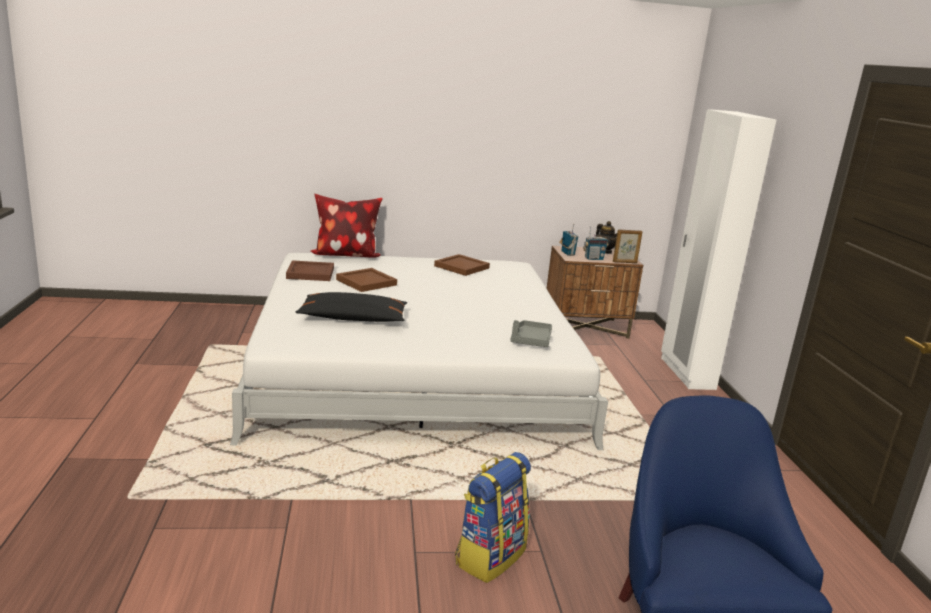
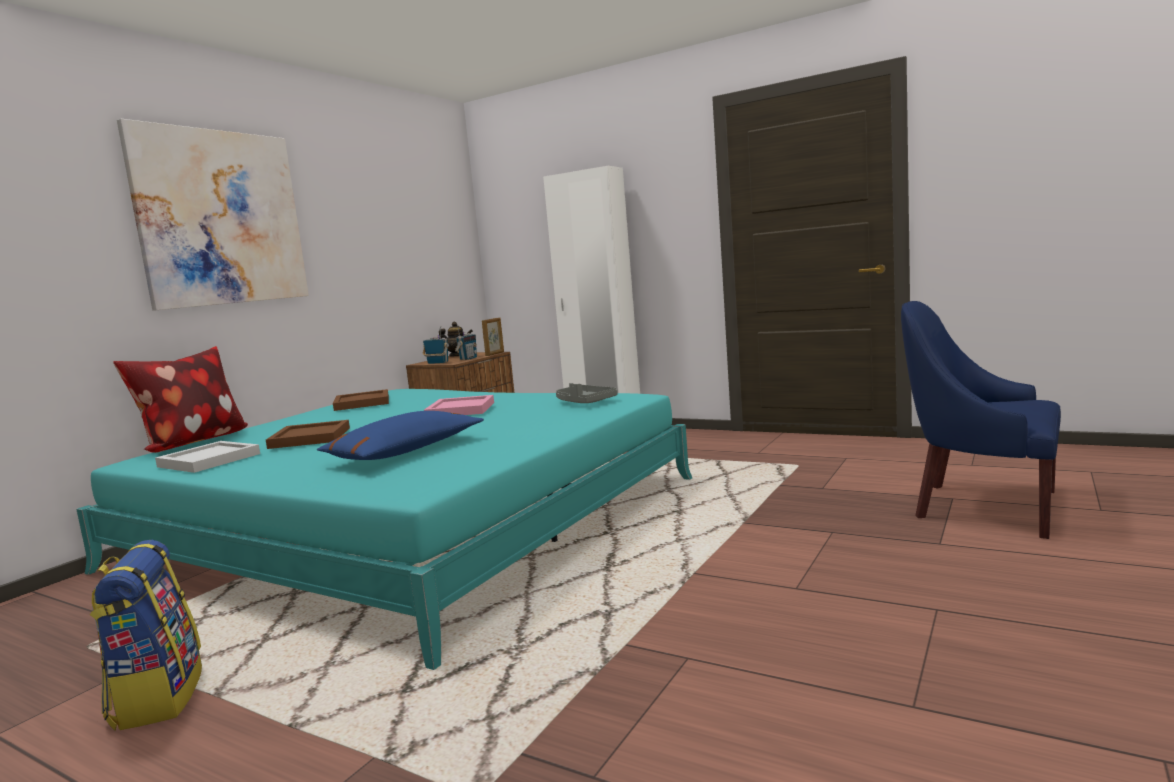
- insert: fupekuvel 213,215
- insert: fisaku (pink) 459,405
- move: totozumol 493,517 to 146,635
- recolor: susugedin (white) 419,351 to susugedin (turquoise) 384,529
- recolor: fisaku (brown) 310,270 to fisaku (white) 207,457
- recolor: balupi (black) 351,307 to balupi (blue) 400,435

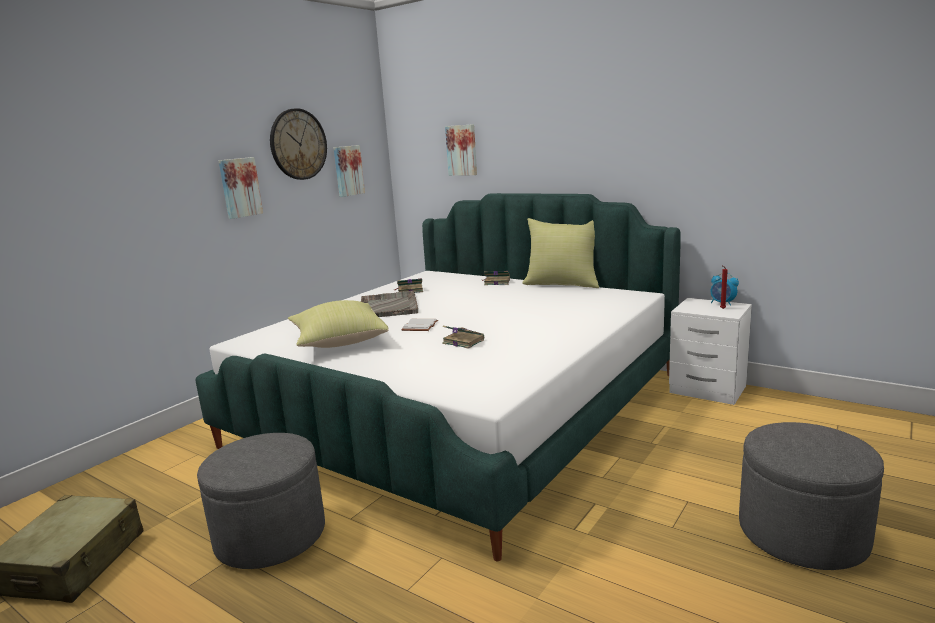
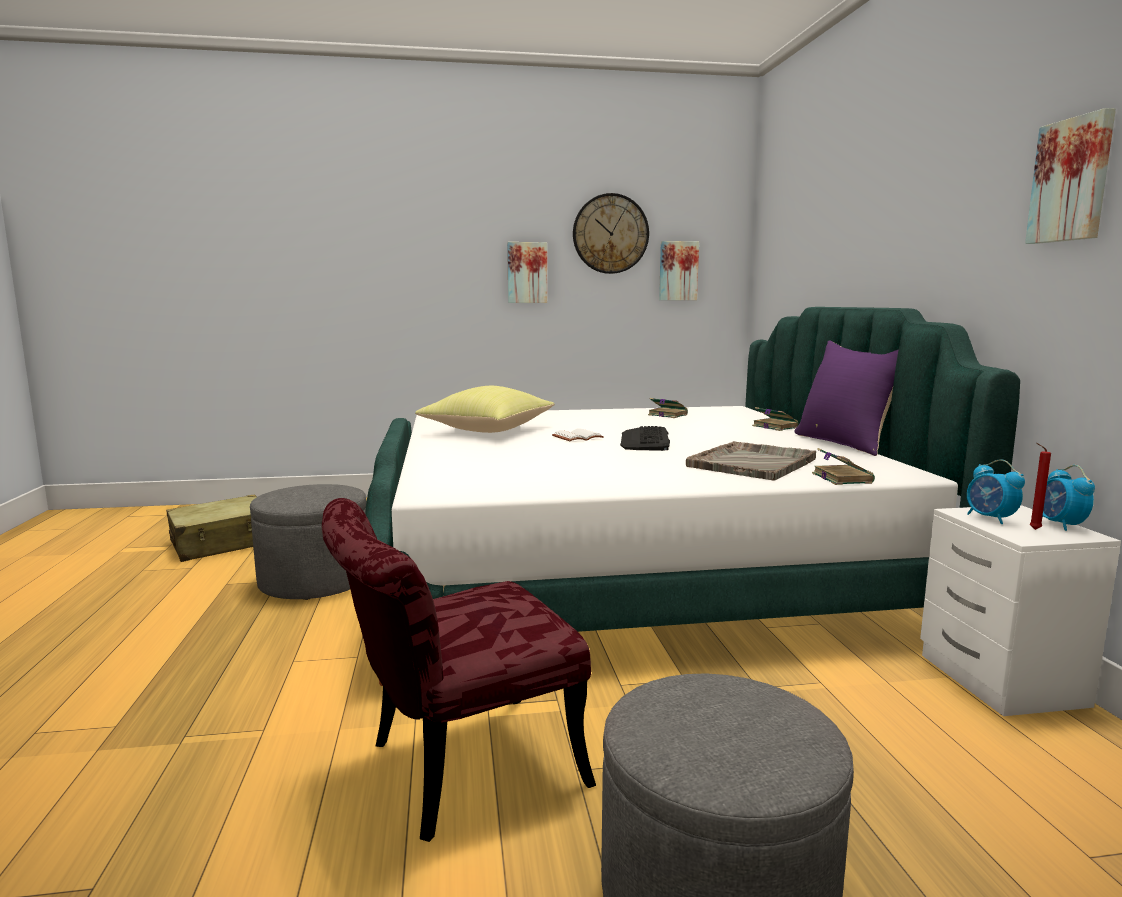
- insert: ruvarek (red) 459,670
- insert: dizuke 645,438
- insert: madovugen 996,491
- move: fisaku (grey) 389,304 to 751,461
- move: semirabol 463,337 to 843,466
- move: fupekuvel 461,150 to 1070,176
- recolor: balupi (yellow) 560,253 to balupi (purple) 846,398

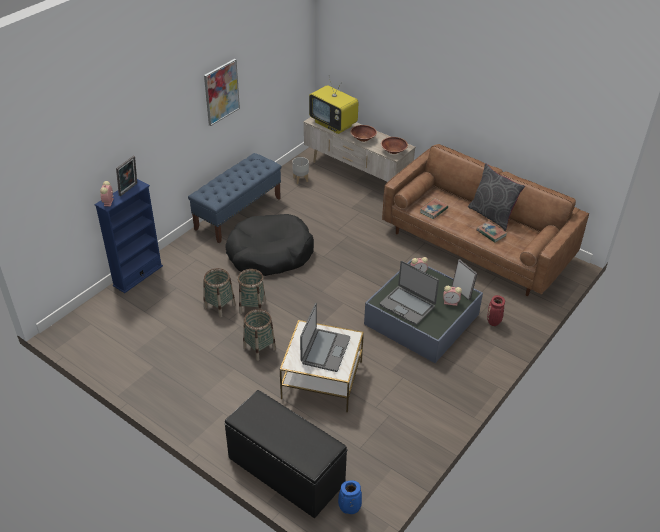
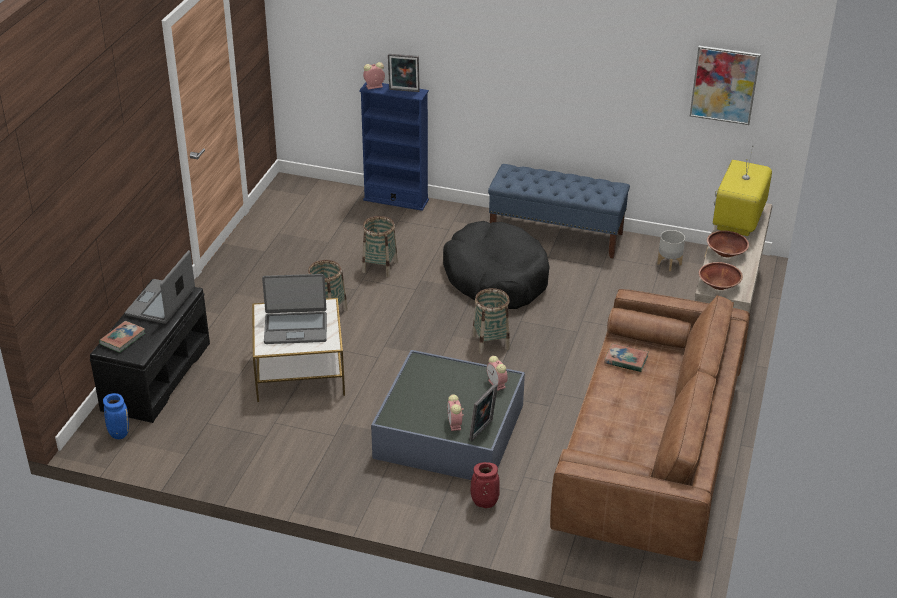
- delete: balupi (grey) 496,197
- move: fupekuvel 222,92 to 725,85
- move: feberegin 252,291 to 491,321
- move: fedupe 409,293 to 160,287
- move: semirabol 491,232 to 122,337

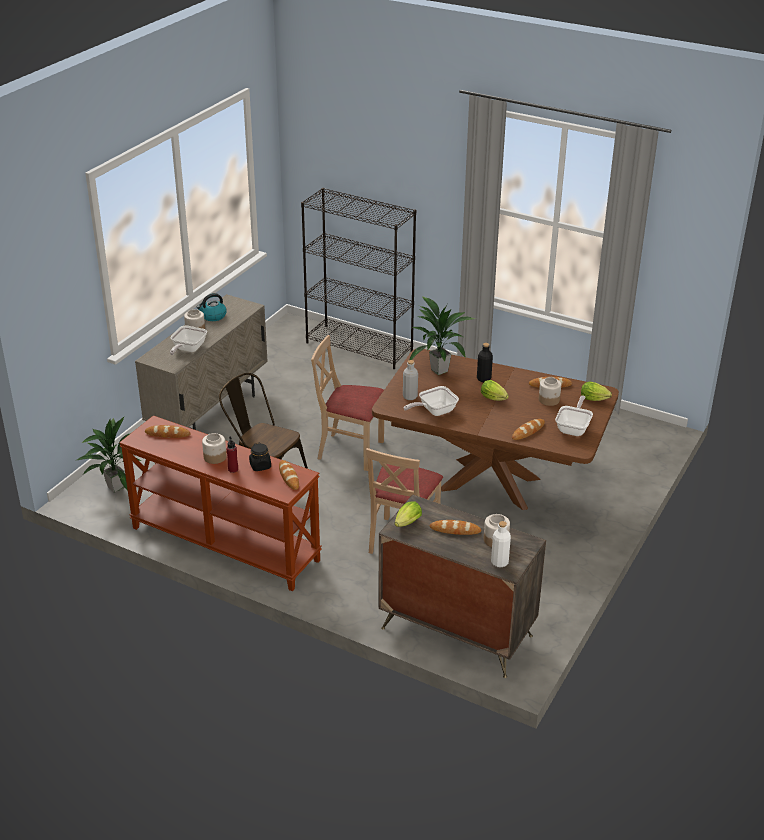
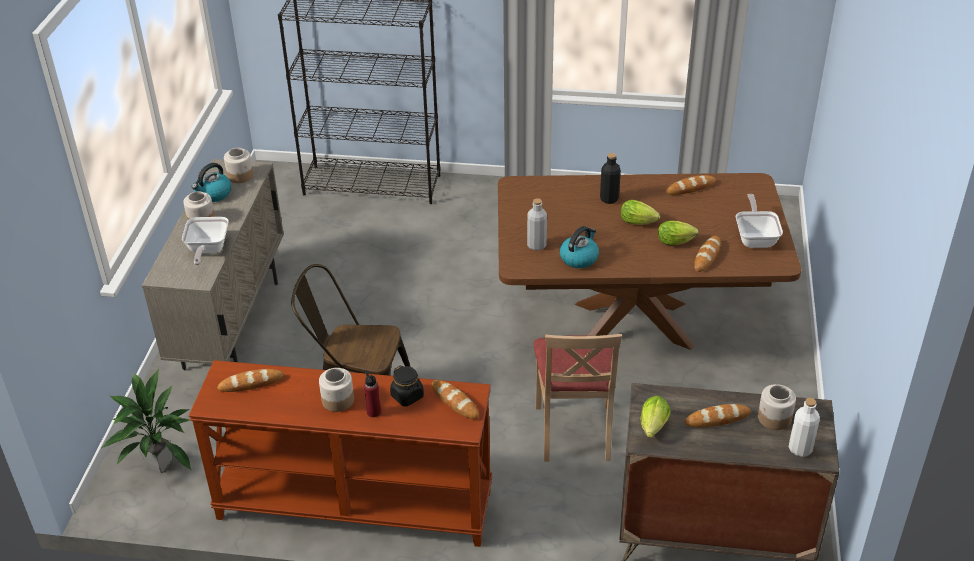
- delete: ruvarek (beige) 347,403
- delete: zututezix 442,335
- move: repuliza 550,391 to 238,165
- move: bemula 596,391 to 678,233
- replace: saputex 431,401 to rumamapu 579,247

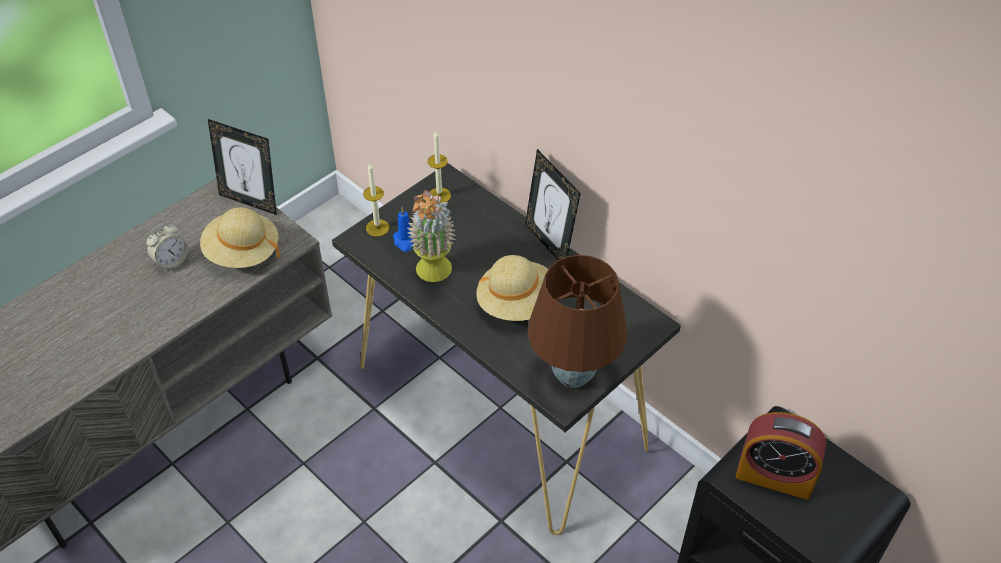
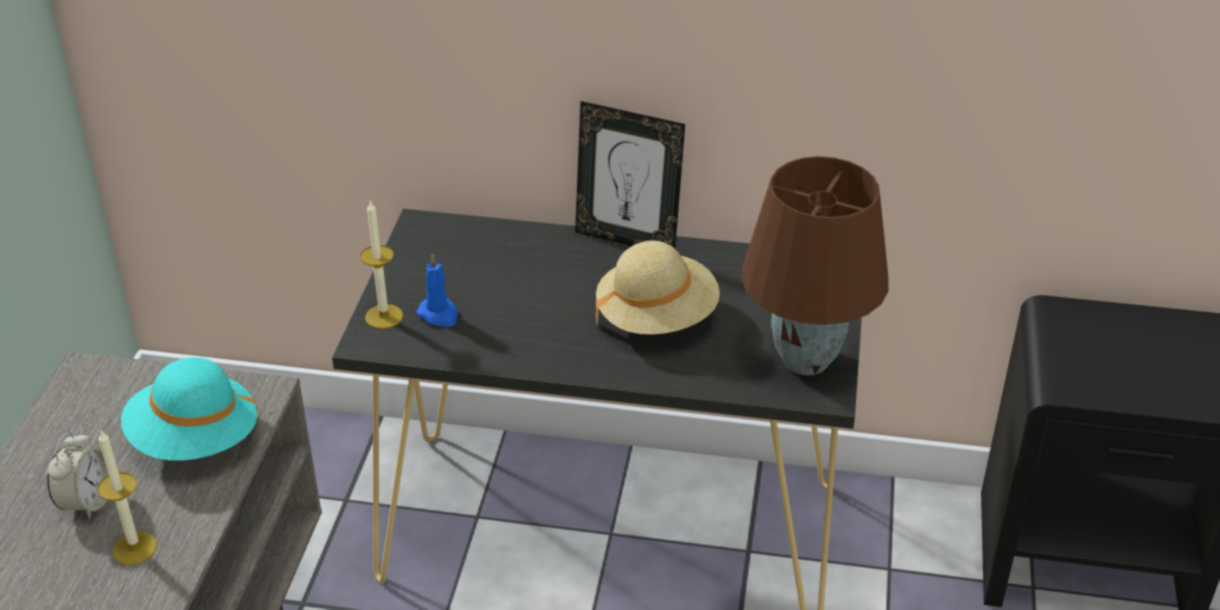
- delete: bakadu 242,167
- delete: zututezix 431,236
- delete: madovugen 781,456
- move: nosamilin 439,167 to 127,497
- recolor: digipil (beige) 240,237 to digipil (turquoise) 190,409

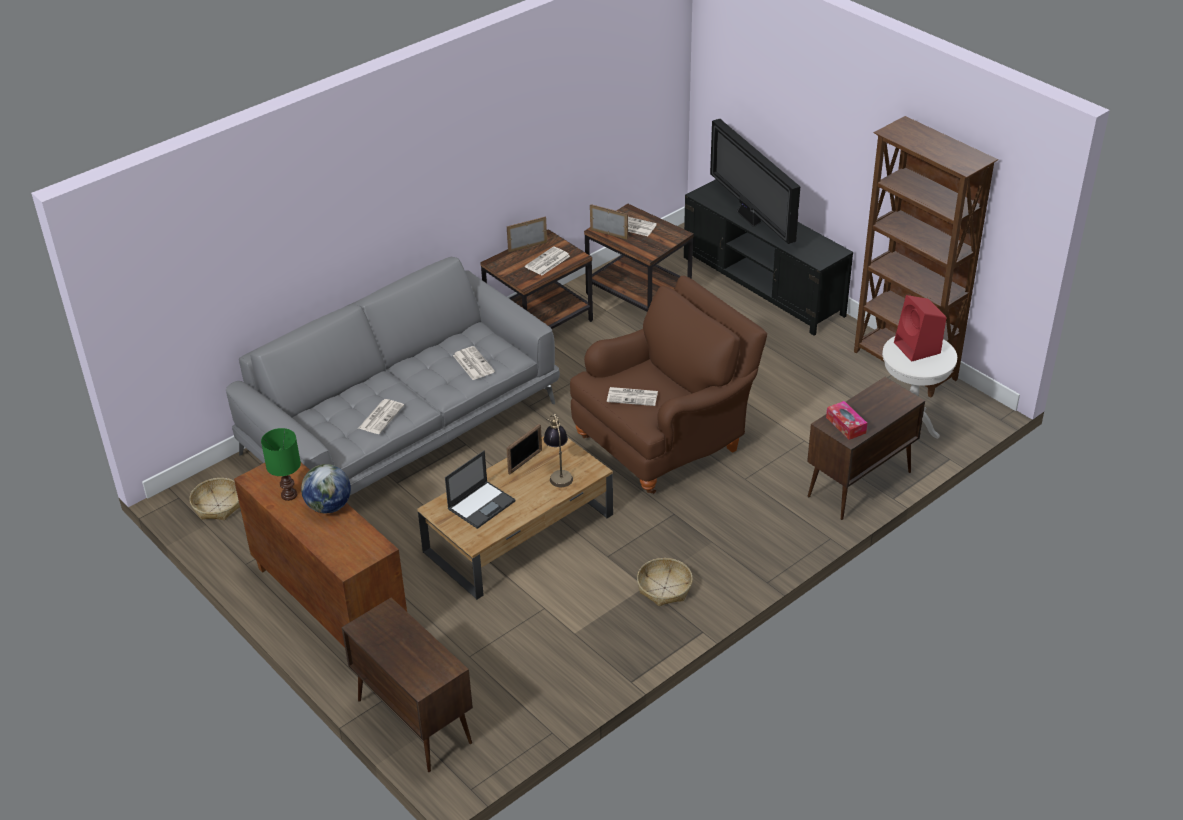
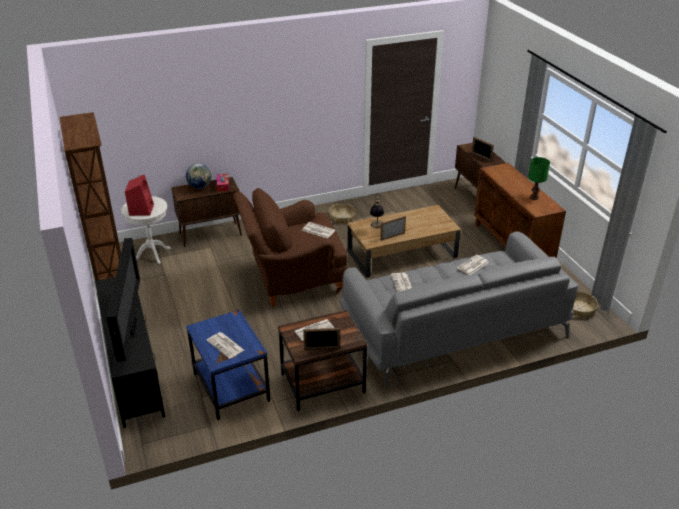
- delete: fedupe 480,490
- move: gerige 326,488 to 198,176
- move: bakadu 609,222 to 482,149
- recolor: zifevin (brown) 639,258 to zifevin (blue) 228,365

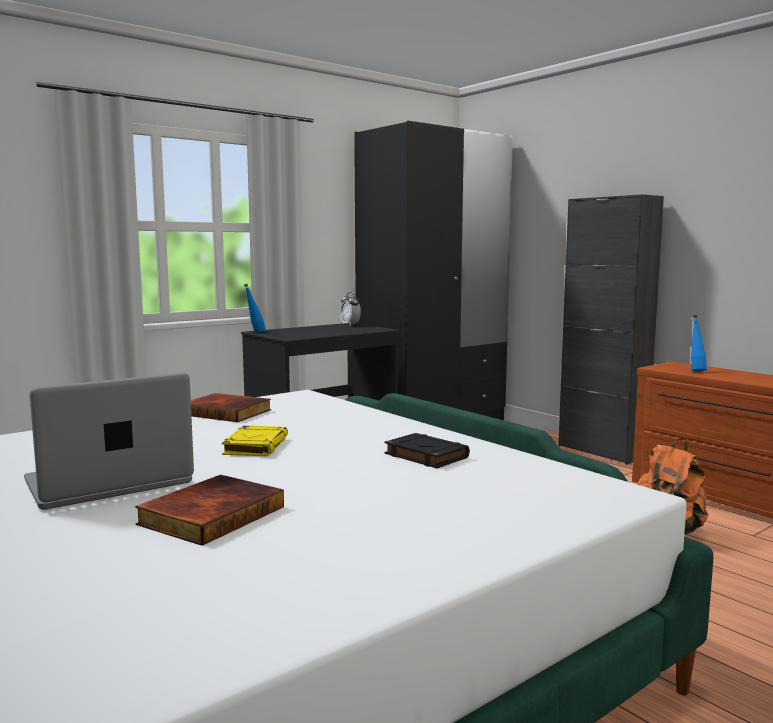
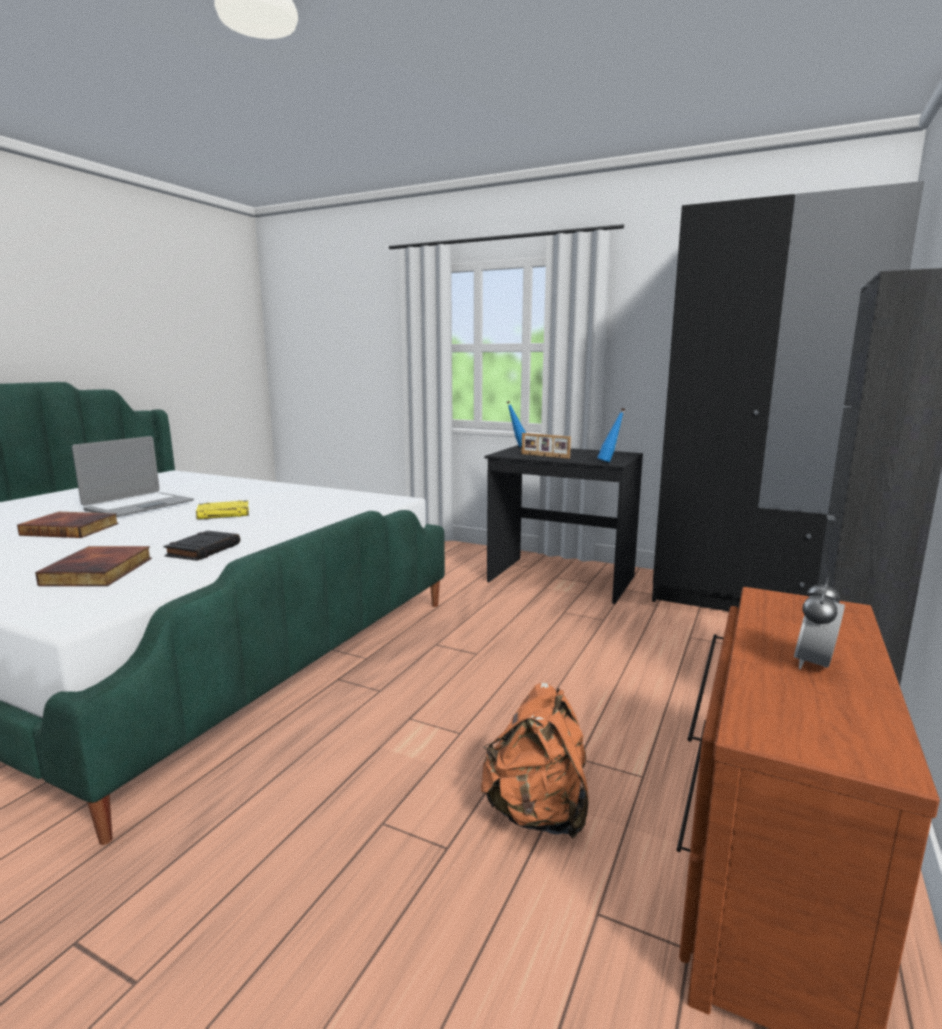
- insert: bakadu 546,446
- move: semirabol 231,407 to 93,566
- move: madovugen 350,309 to 819,623
- move: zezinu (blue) 699,343 to 611,435
- rotate: fedupe 109,441 = 133,476 90 degrees clockwise

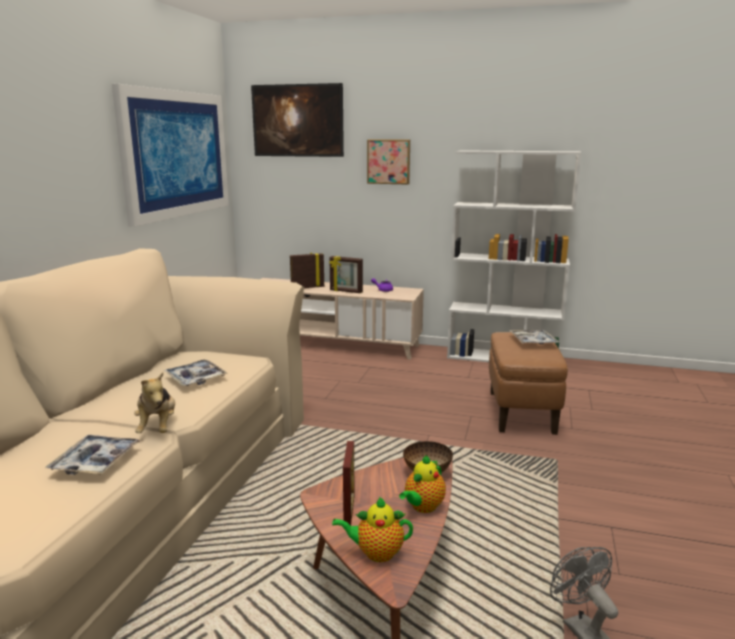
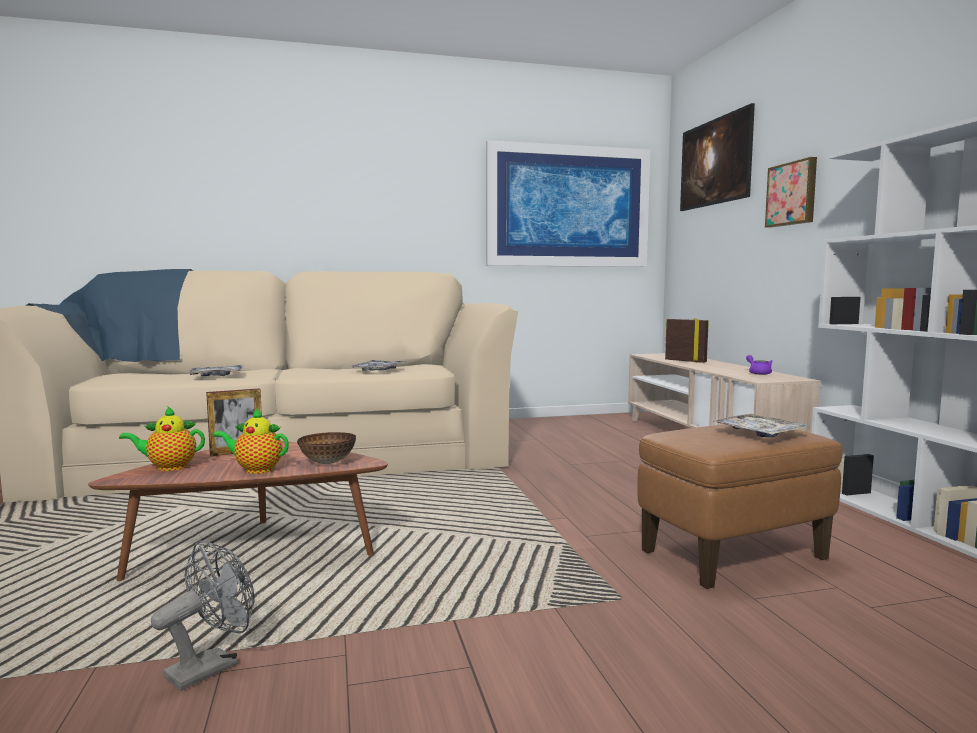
- delete: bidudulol 154,402
- delete: bakadu 346,274
- rotate: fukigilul 372,529 = 162,438 75 degrees counterclockwise

